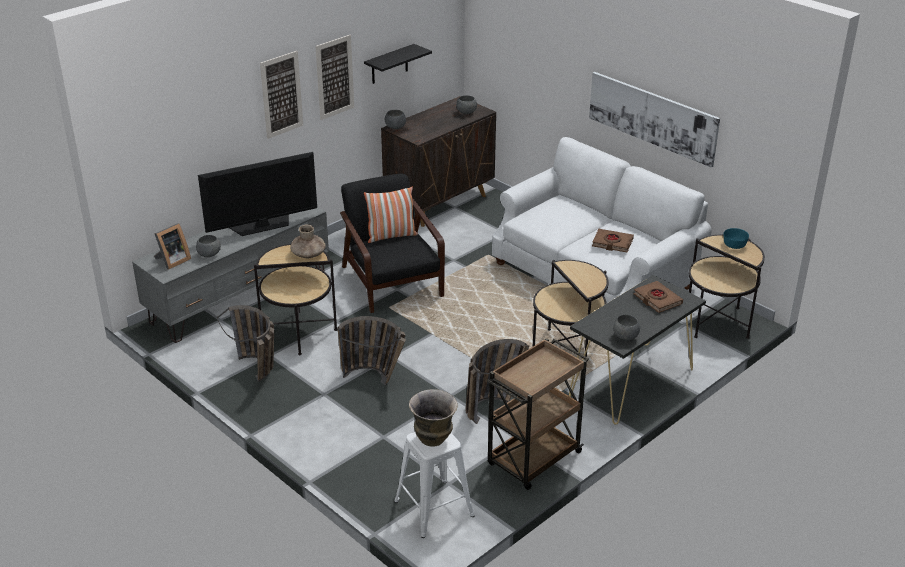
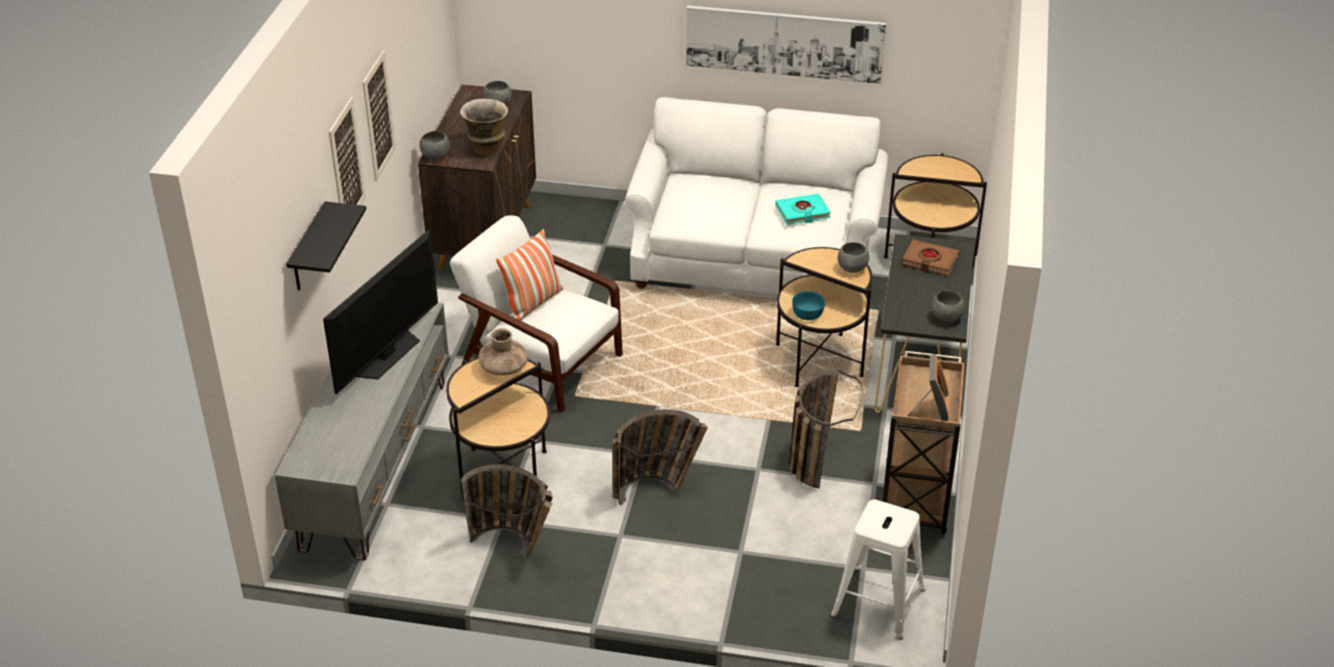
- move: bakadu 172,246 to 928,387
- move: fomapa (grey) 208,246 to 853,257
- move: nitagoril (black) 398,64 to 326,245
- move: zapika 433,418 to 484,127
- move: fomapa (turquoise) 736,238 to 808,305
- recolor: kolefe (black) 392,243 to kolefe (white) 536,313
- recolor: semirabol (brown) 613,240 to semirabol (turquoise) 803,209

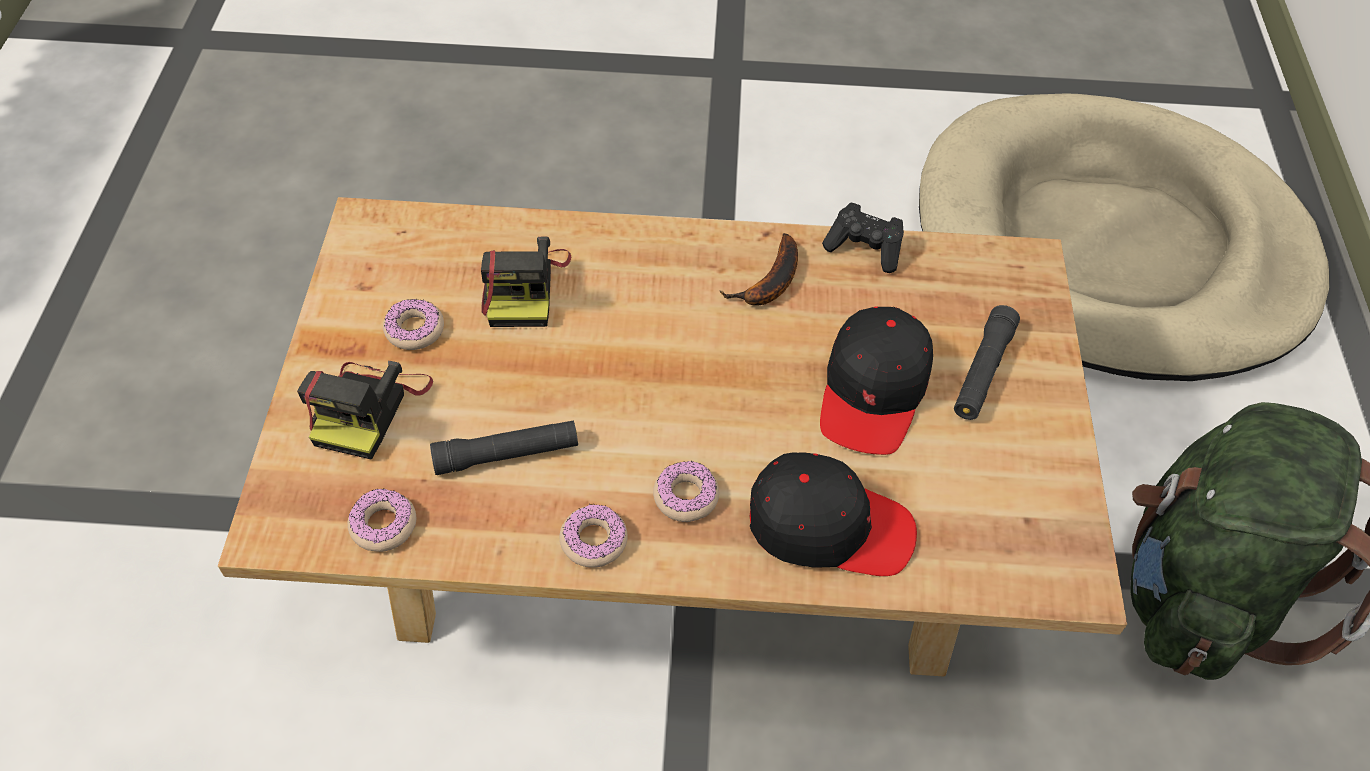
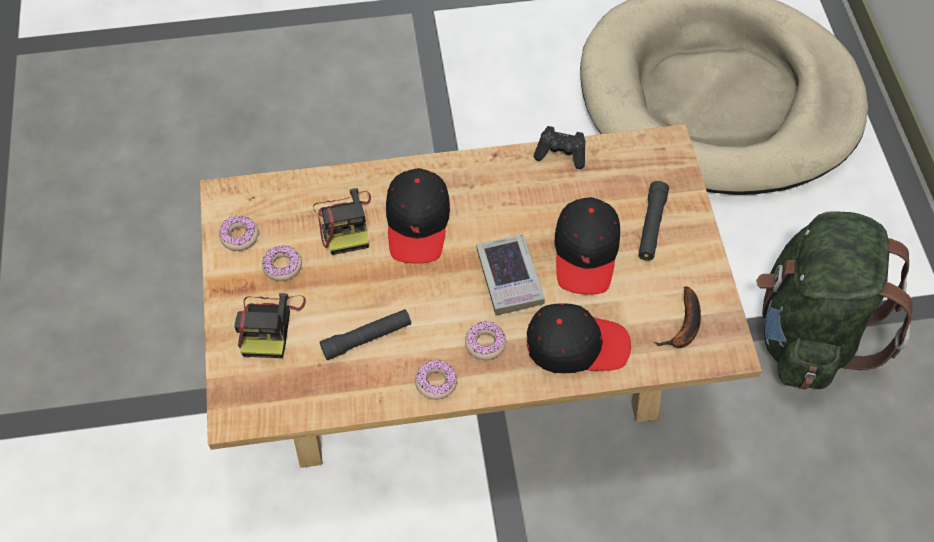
- insert: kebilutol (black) 418,216
- insert: semirabol 510,275
- move: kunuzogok 382,520 to 239,233
- move: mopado 758,269 to 677,317

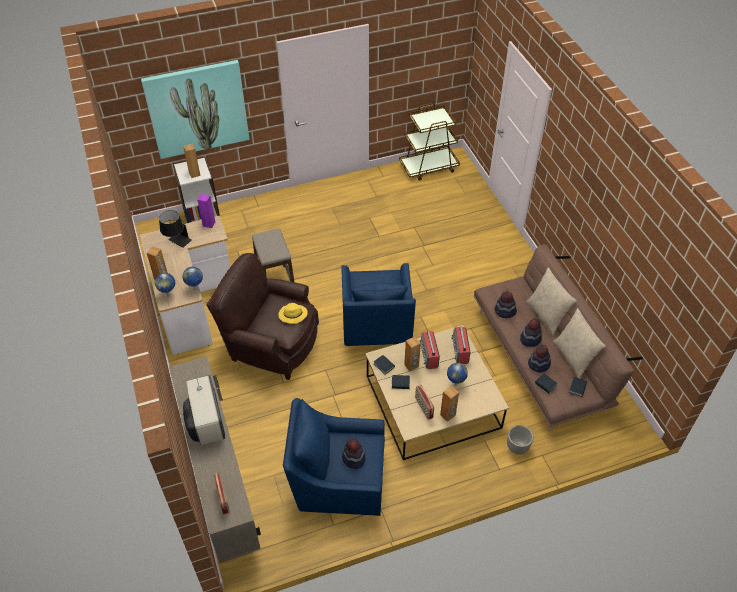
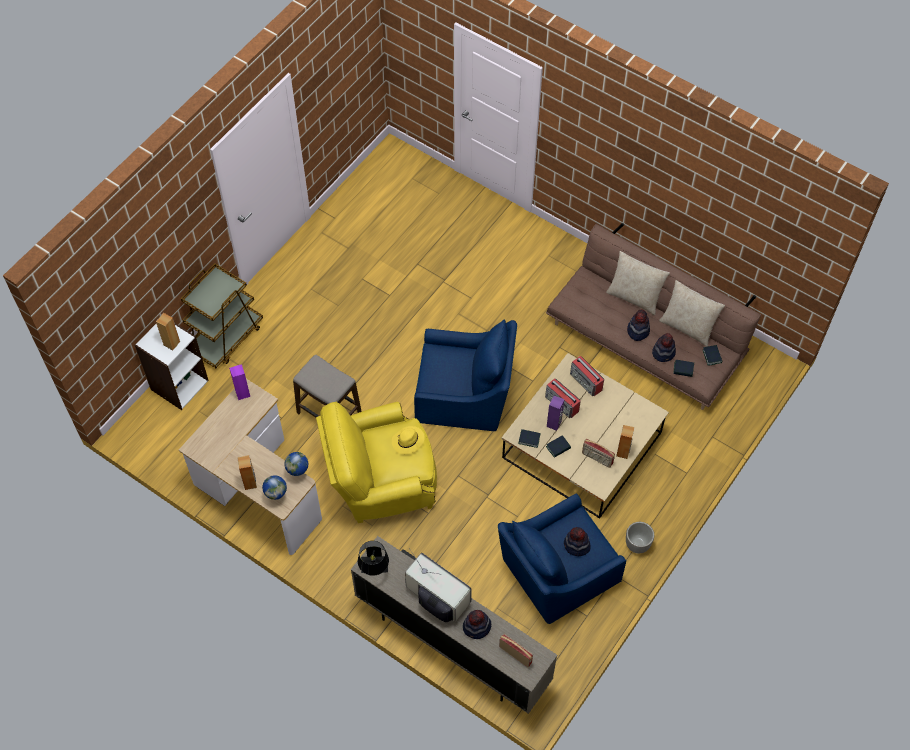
- delete: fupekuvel 195,109
- delete: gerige 457,374
- move: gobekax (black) 175,229 to 373,558
- move: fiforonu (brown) 429,142 to 222,315
- move: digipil 505,304 to 477,624
- move: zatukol 520,440 to 640,537
- recolor: kolefe (brown) 262,316 to kolefe (yellow) 376,462
- recolor: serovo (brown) 412,354 to serovo (purple) 555,413
- rotate: kolefe (blue) 378,304 = 465,375 45 degrees counterclockwise

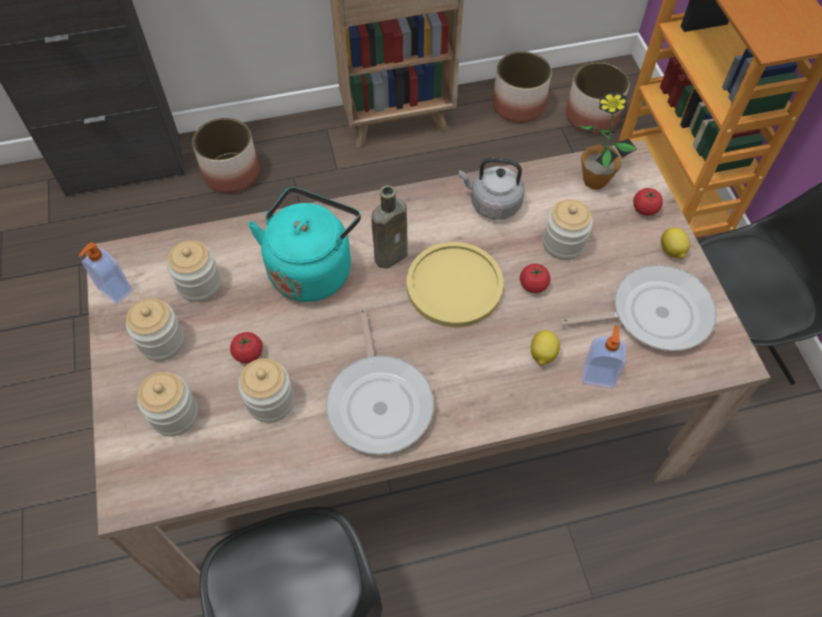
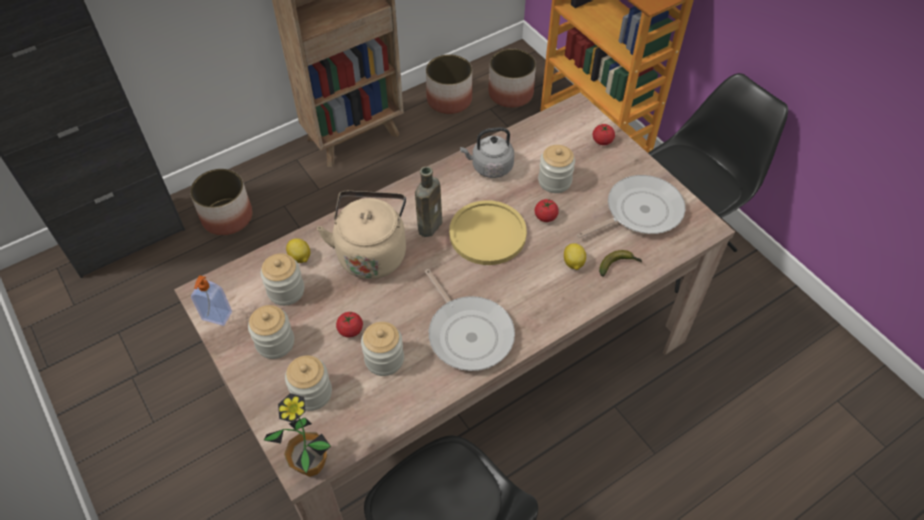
- move: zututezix 608,140 to 297,435
- move: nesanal 675,243 to 298,250
- replace: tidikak 604,356 to mopado 620,263
- recolor: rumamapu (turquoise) 304,244 to rumamapu (beige) 361,235

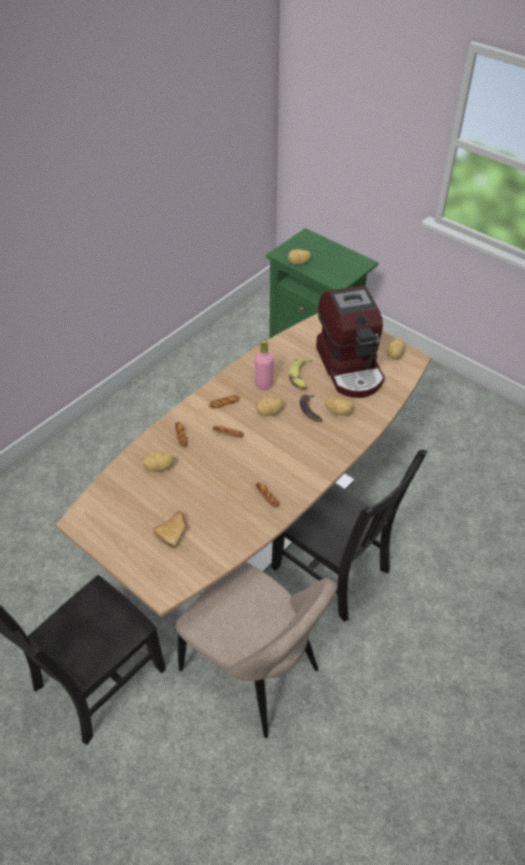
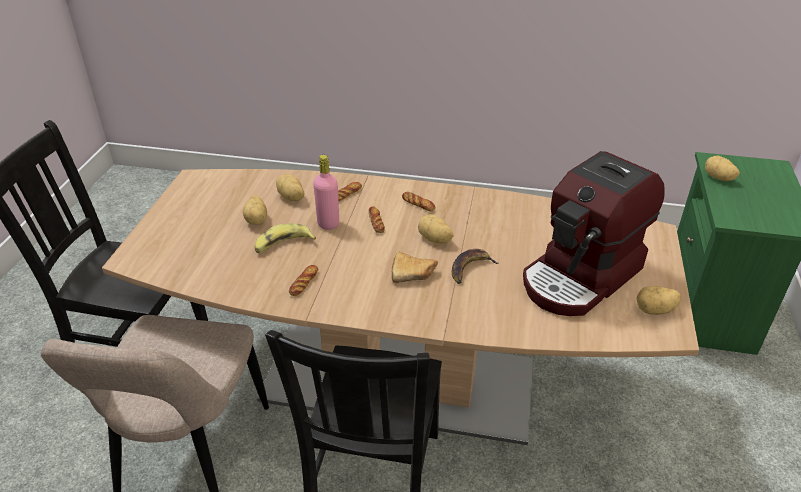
- move: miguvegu 170,529 to 415,267
- move: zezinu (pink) 264,365 to 326,192
- move: mopado 300,374 to 285,238
- move: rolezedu 339,406 to 255,210

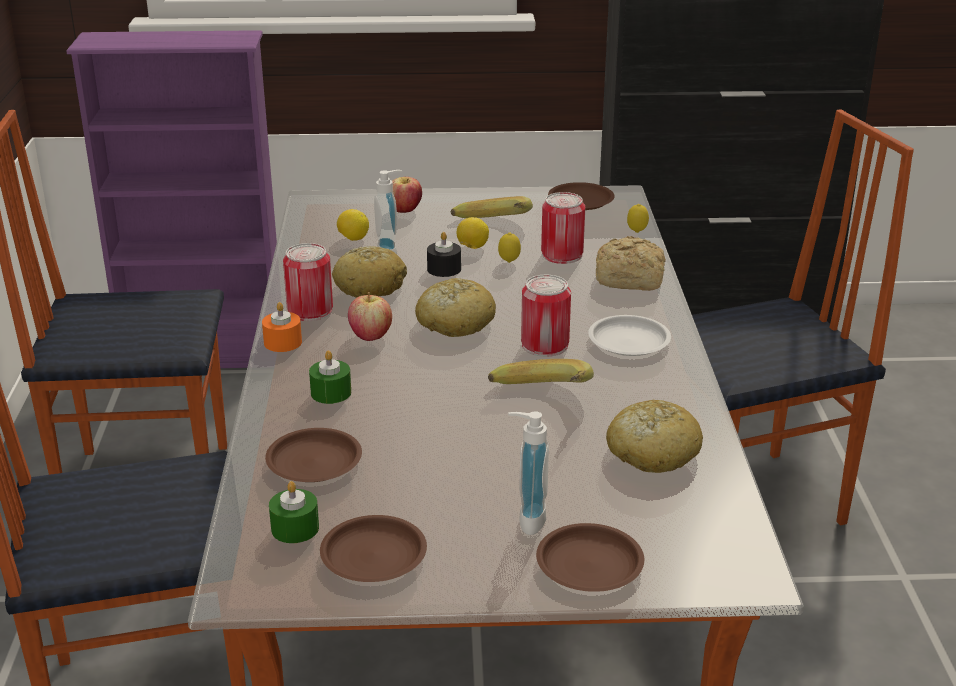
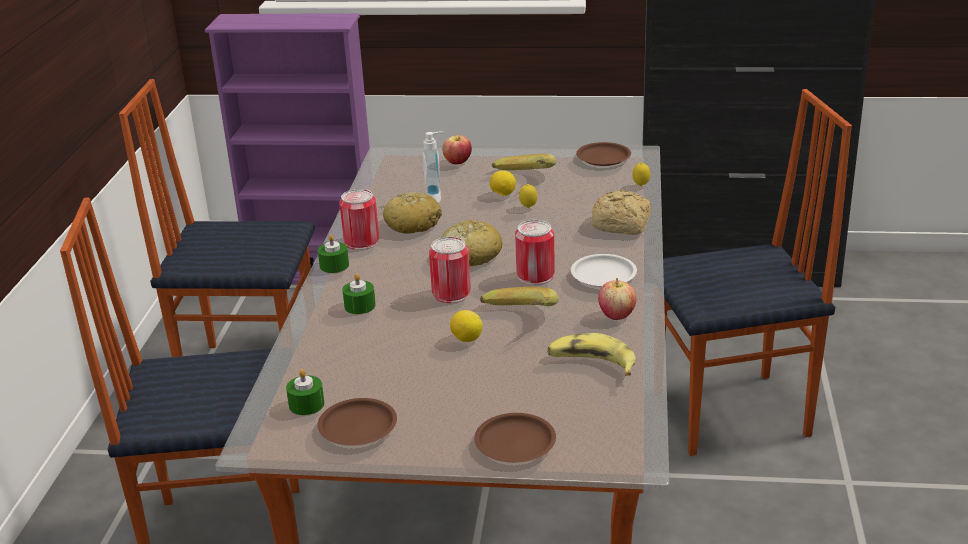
- delete: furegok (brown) 313,455
- delete: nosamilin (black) 444,254
- delete: tidikak 528,473
- move: nesanal 353,225 to 466,326
- move: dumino 370,316 to 617,299
- move: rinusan 563,228 to 450,270
- replace: miguvegu 654,436 to mopado 591,354
- recolor: nosamilin (orange) 282,327 to nosamilin (green) 333,254

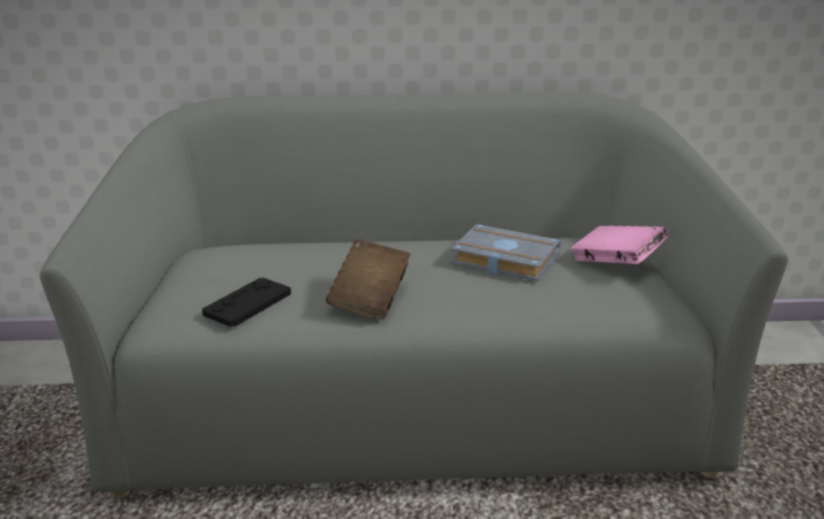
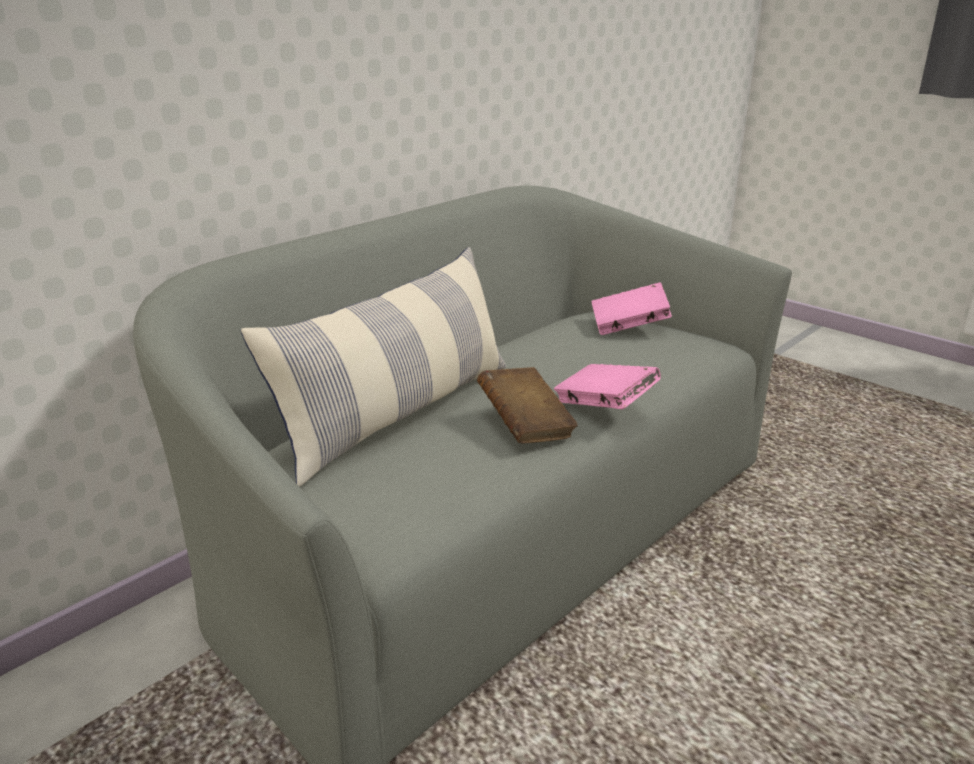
- delete: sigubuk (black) 246,302
- delete: semirabol (grey) 506,252
- insert: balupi 373,367
- insert: semirabol (pink) 607,386

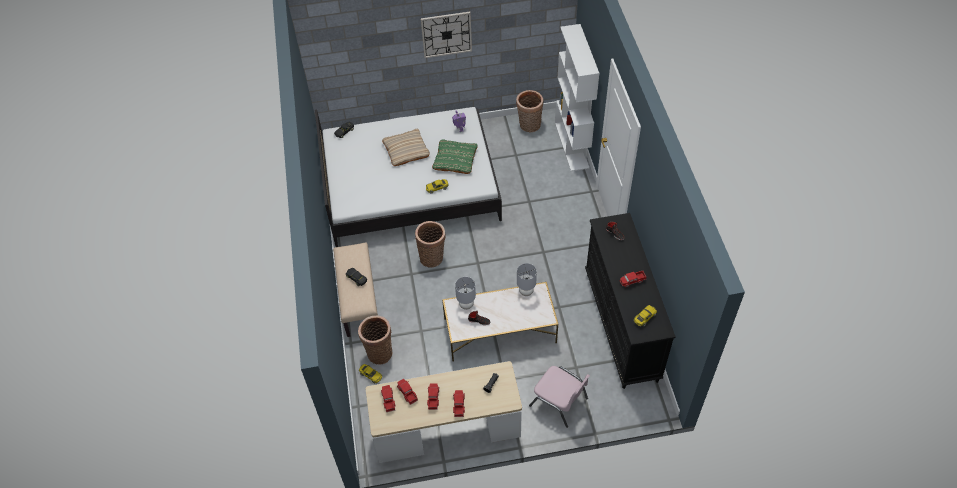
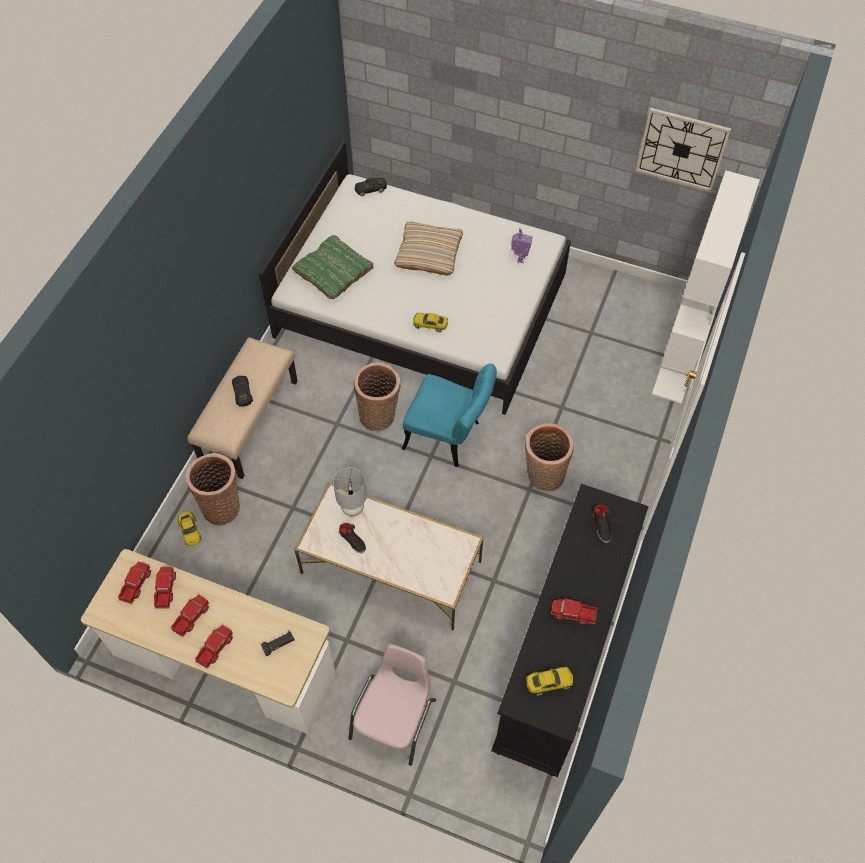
- delete: gobekax (grey) 527,279
- insert: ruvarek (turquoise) 449,415
- move: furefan 446,35 to 683,149
- move: balupi (green) 455,156 to 333,267
- move: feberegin 529,111 to 549,457
- rotate: ruvarek (pink) 559,397 = 392,705 135 degrees counterclockwise

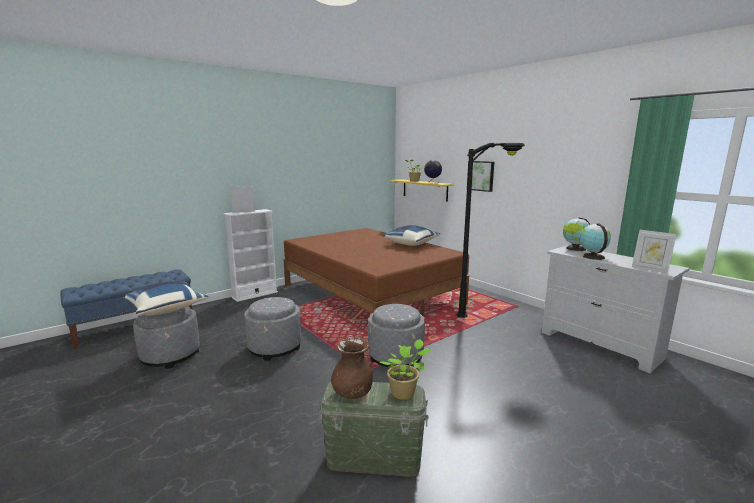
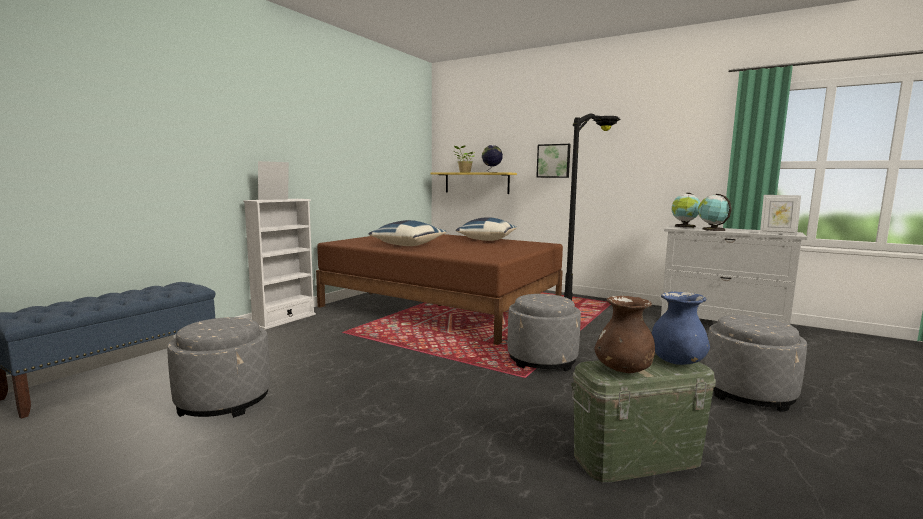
- move: balupi (blue) 165,298 to 407,233
- move: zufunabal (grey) 272,329 to 756,363
- replace: zututezix 405,369 to zapika (blue) 681,328

